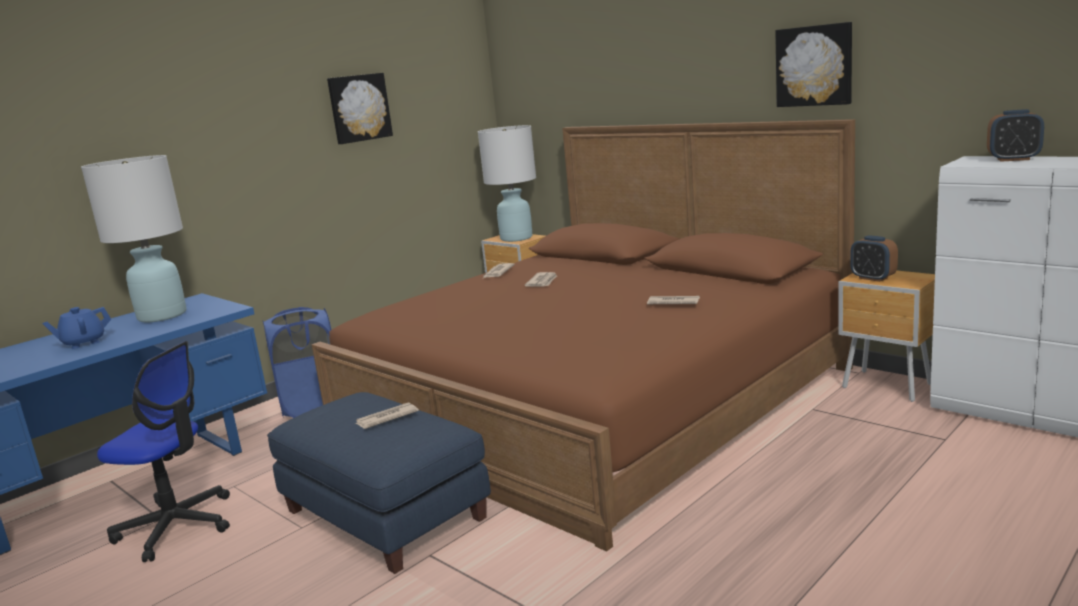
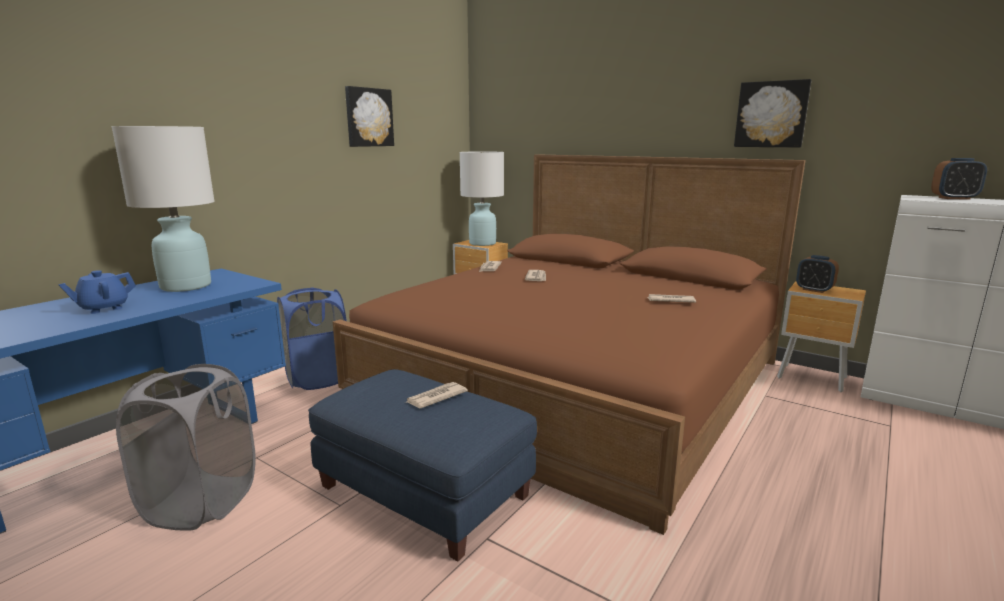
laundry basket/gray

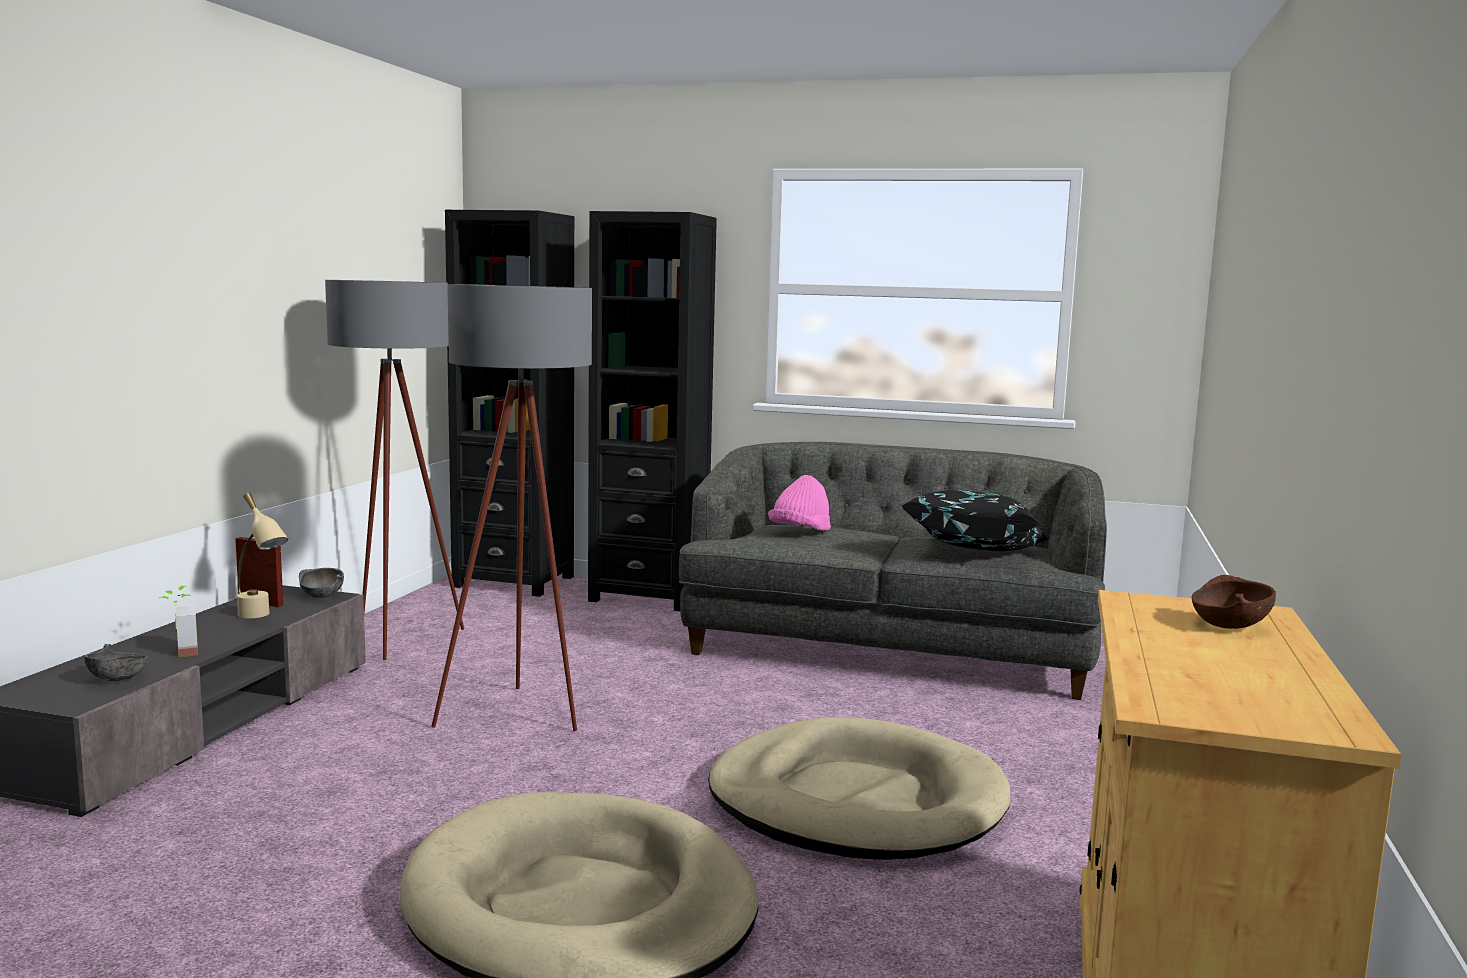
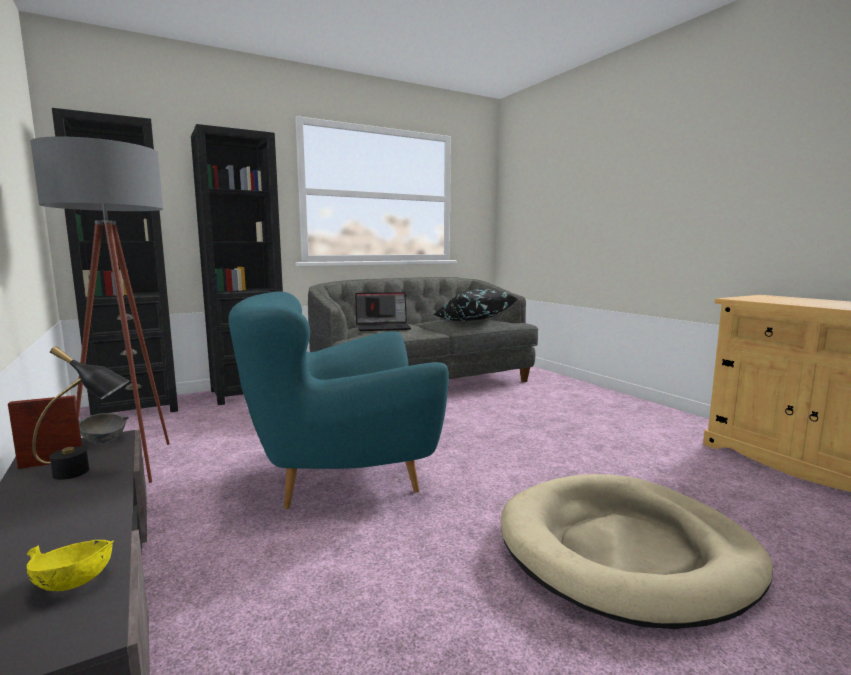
plant in a pot
dog cushion/beige (no. 2 from left in the first image)
deep dish/brown
lounge chair/turquoise-coloured
laptop
deep dish/yellowish
table lamp/black-coloured

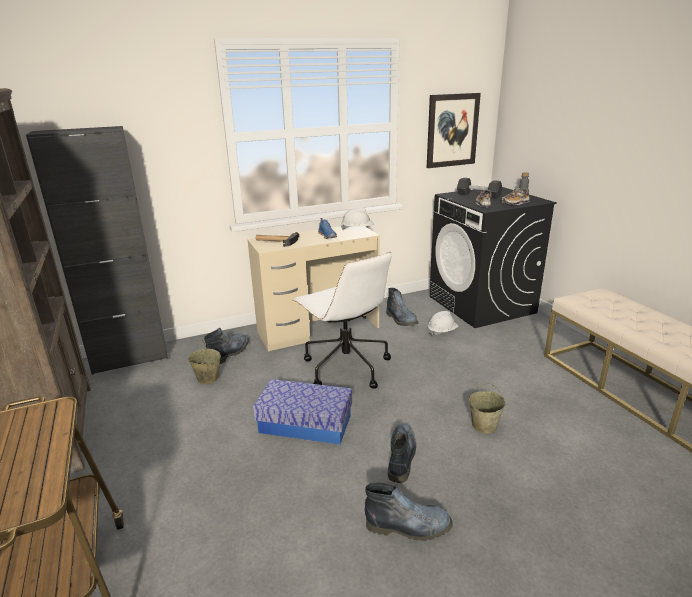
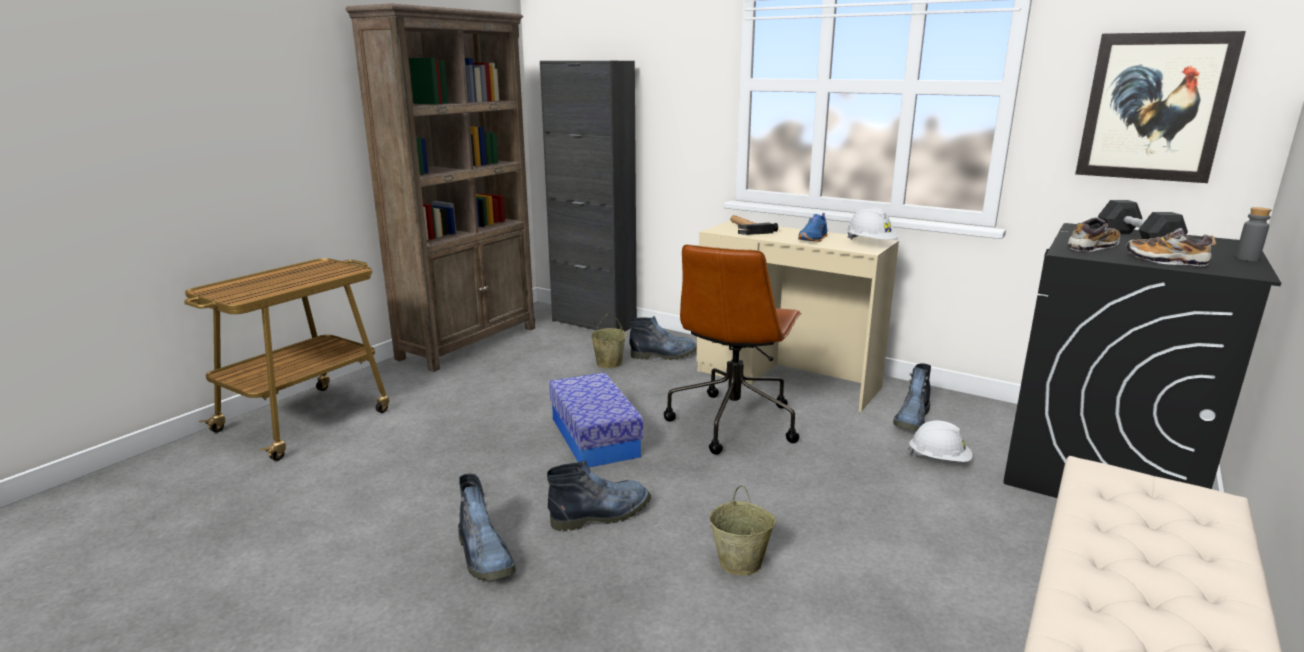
office chair/brown

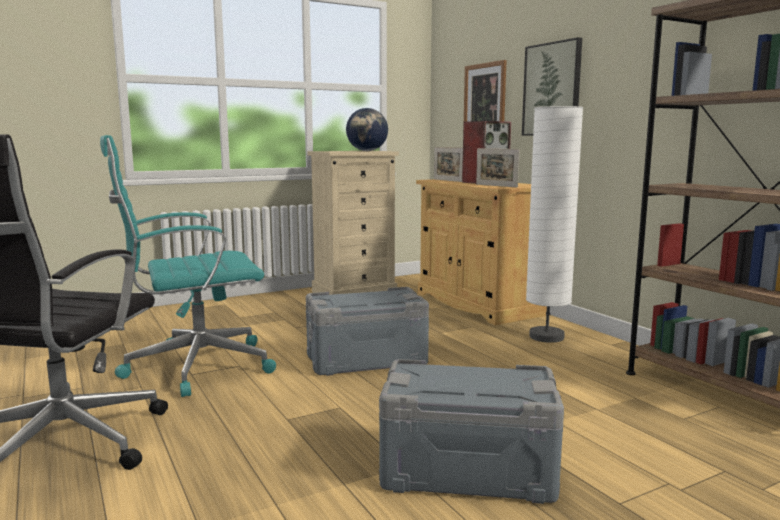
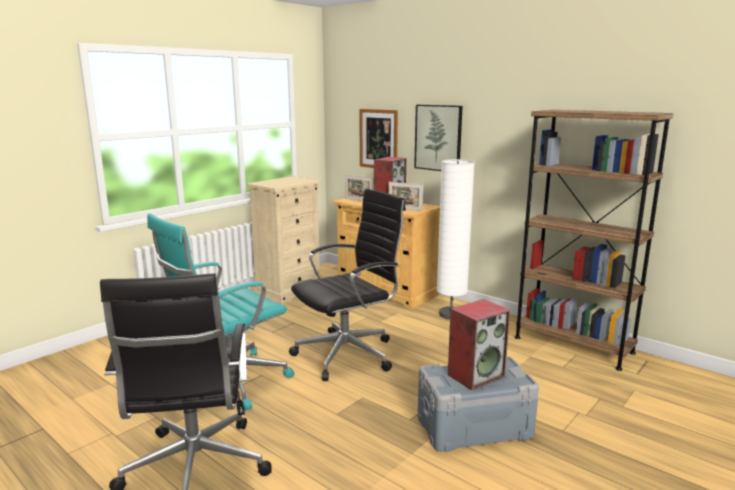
globe
audio speaker (no. 2 from left)
office chair/black-coloured (no. 2 from left)

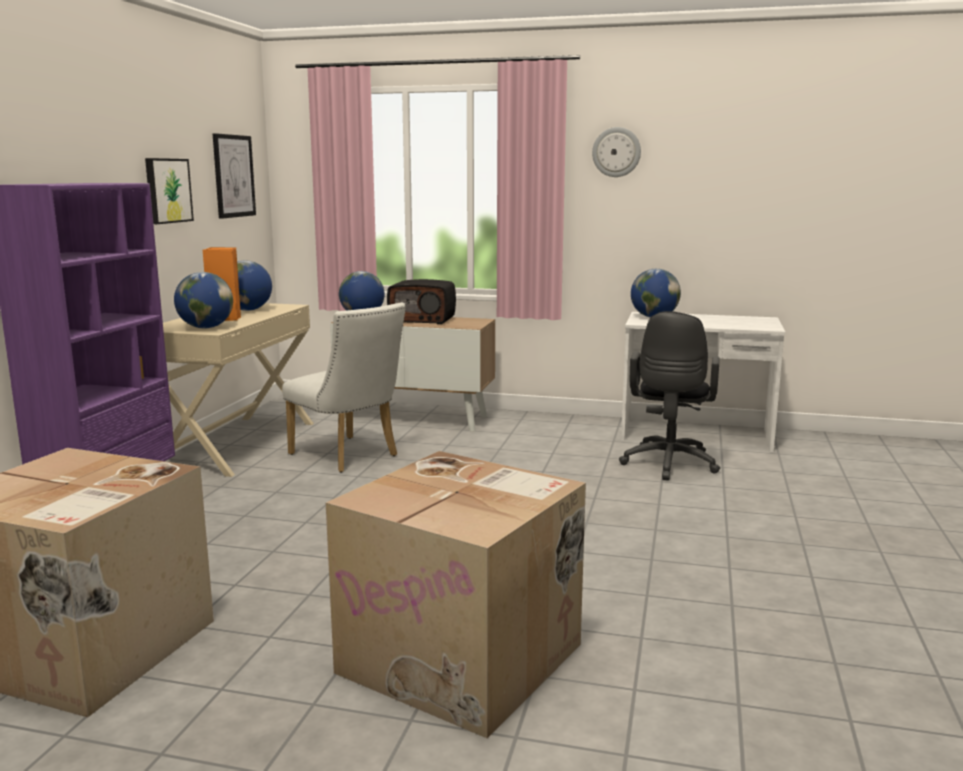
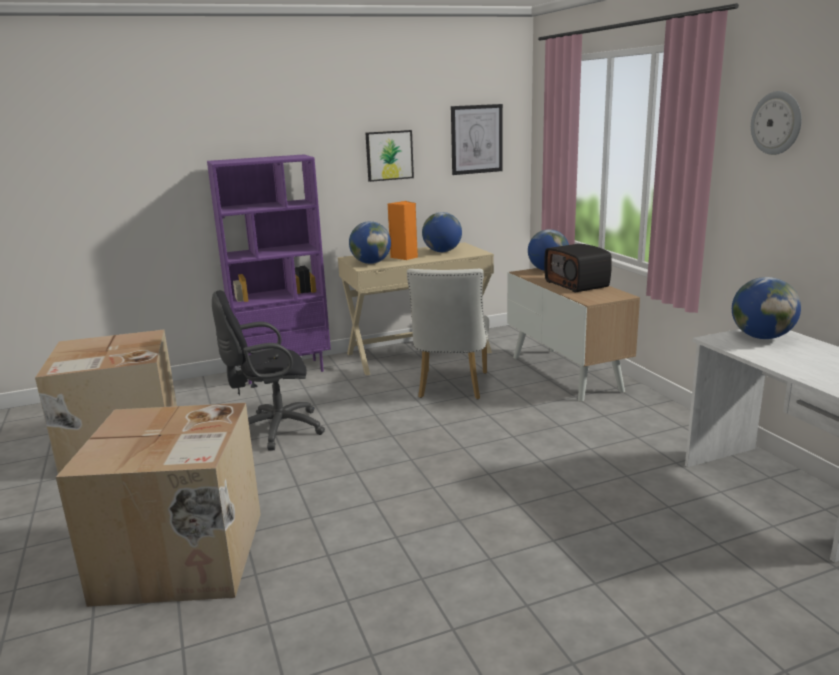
office chair/black-coloured

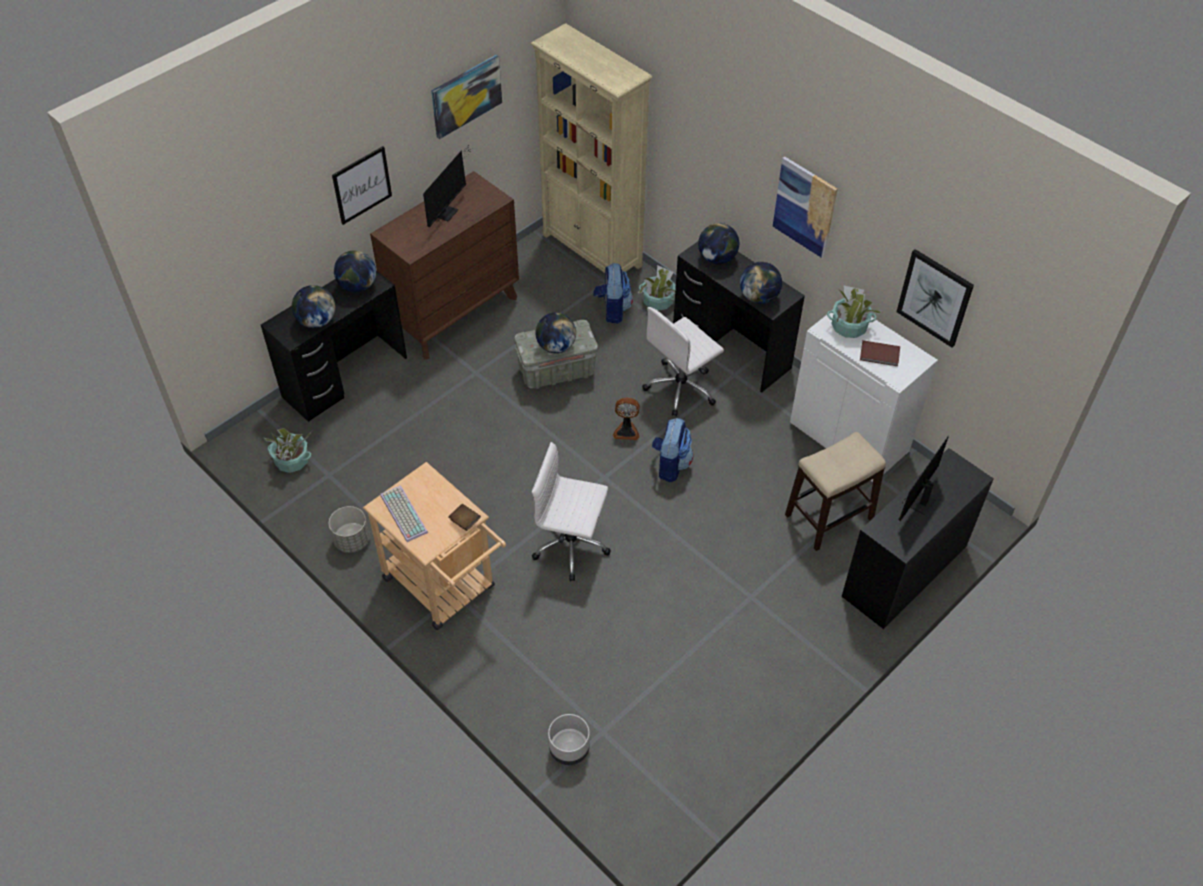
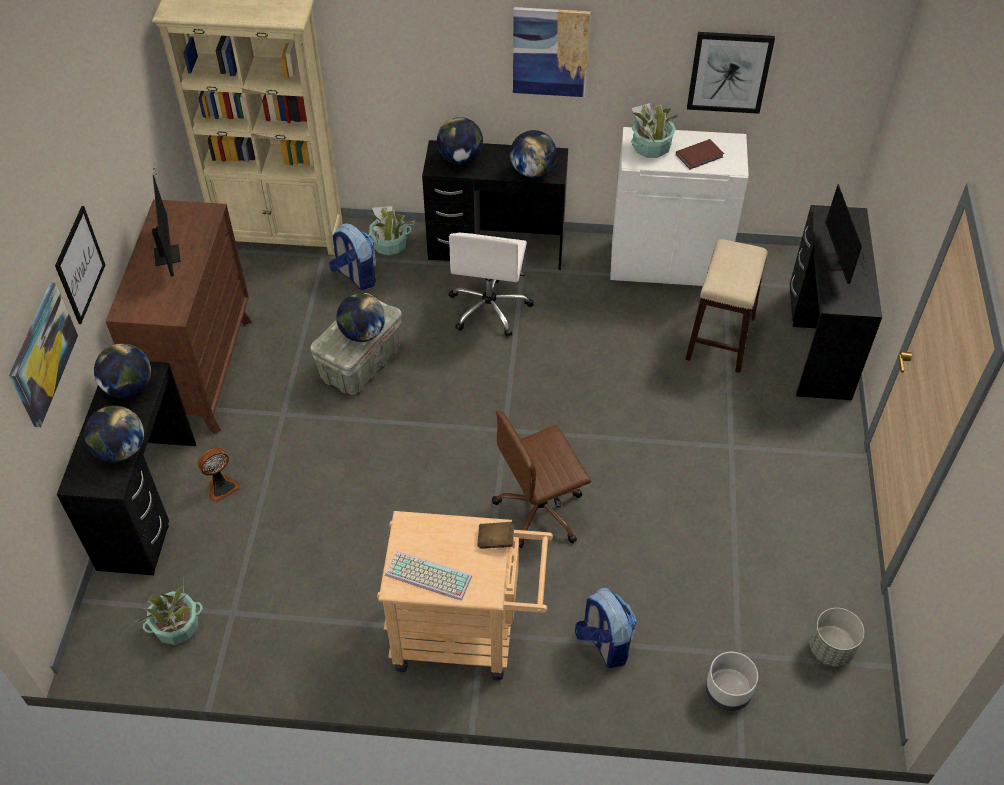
planter/gray (no. 2 from left)
wall art (no. 1 from left)
electric fan
rucksack (no. 2 from left)
office chair/brown

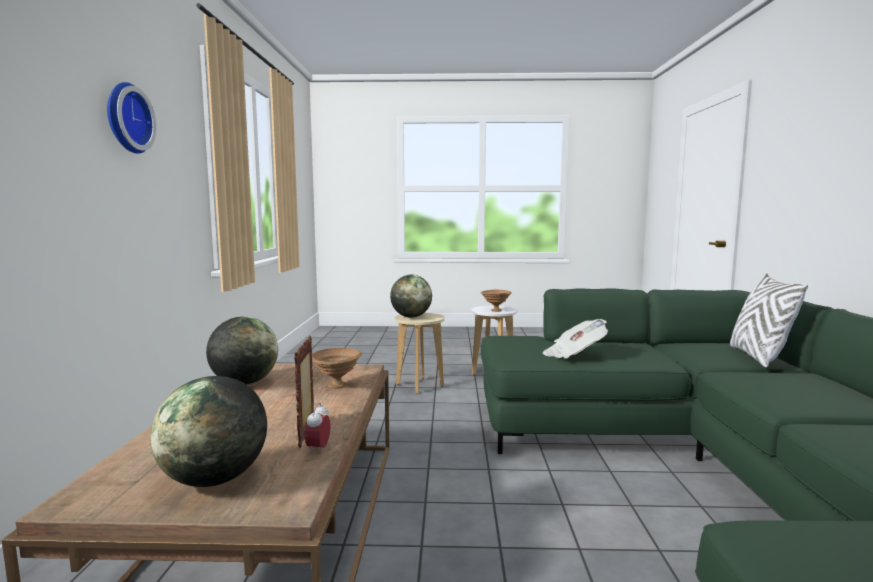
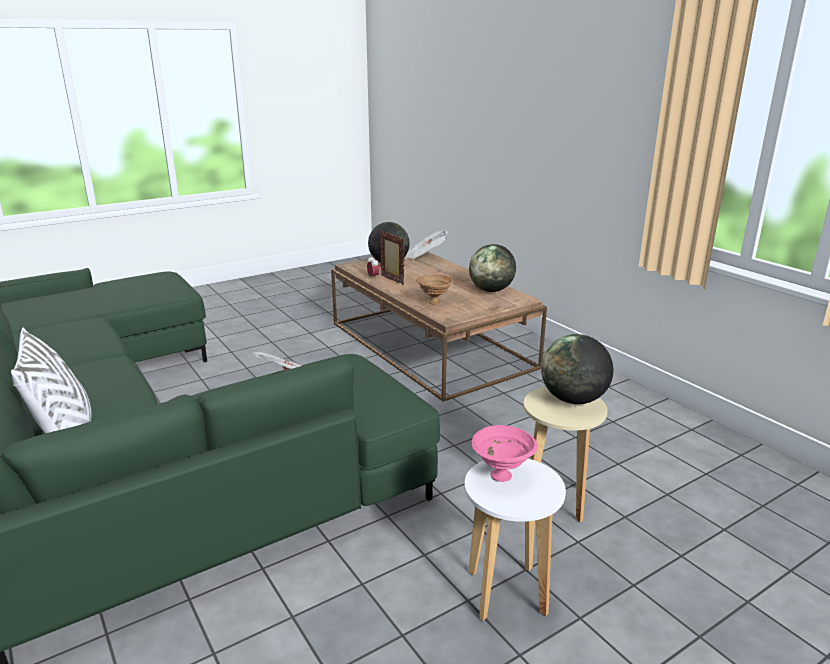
hanging clock
daily paper (no. 2 from left)
deep dish/pinkish

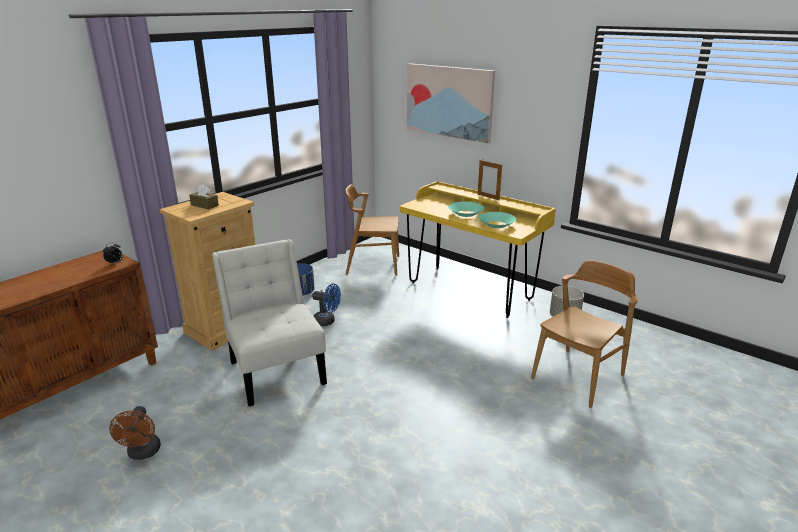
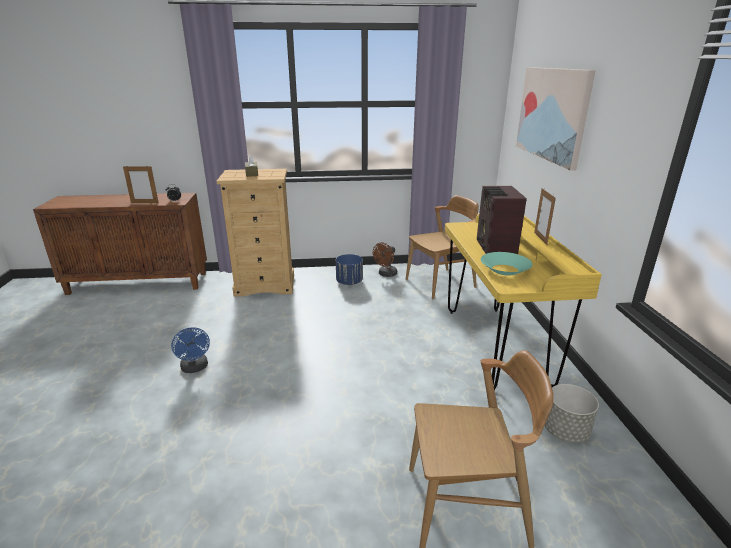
chair/white-coloured
photo frame (no. 1 from left)
electric fan/brown
electric fan/bluish
radio
chair/brown (no. 1 from left)

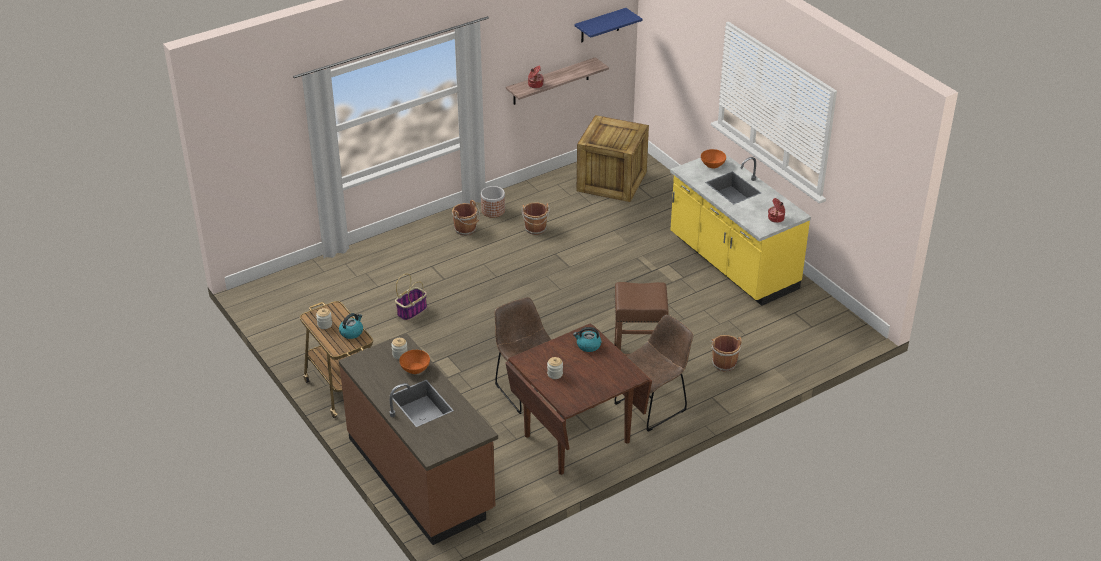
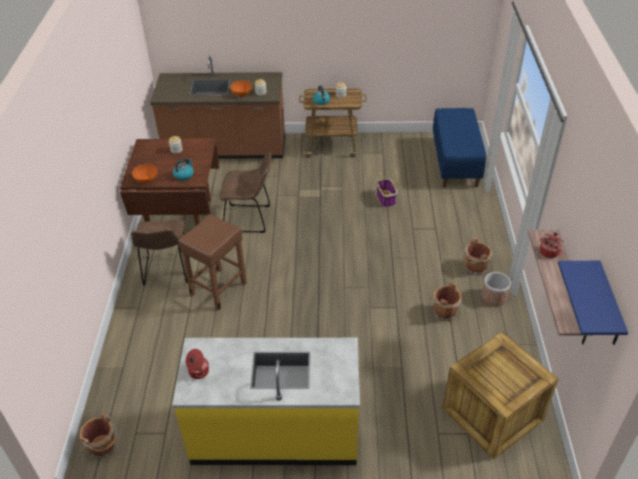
long seat/bluish
deep dish/orangey (no. 1 from left)
bucket/brown (no. 1 from left)

